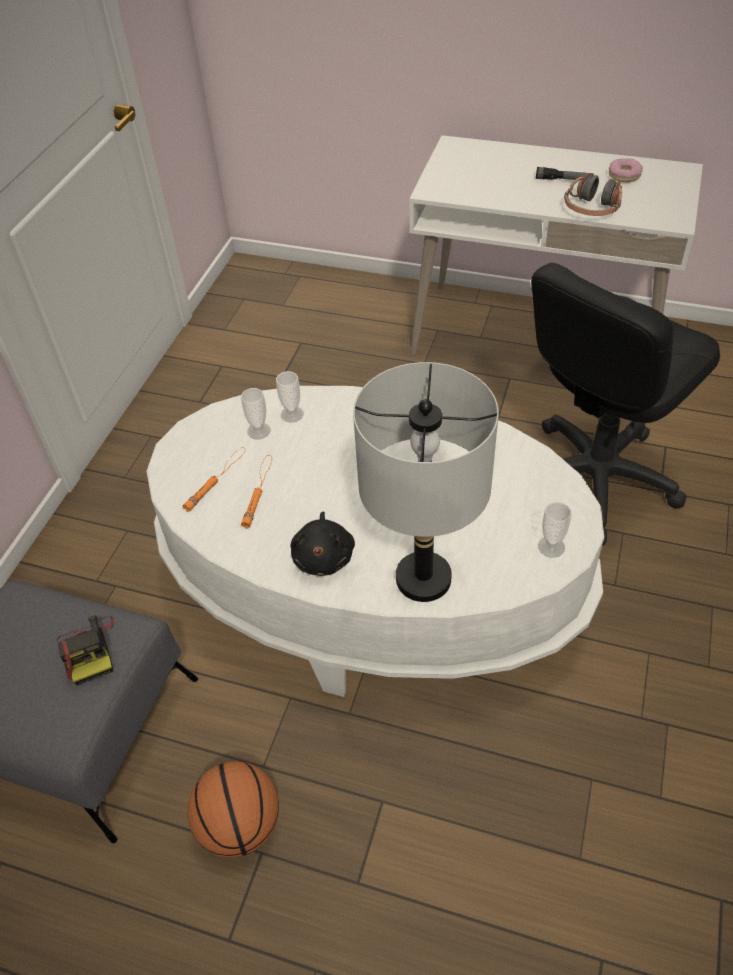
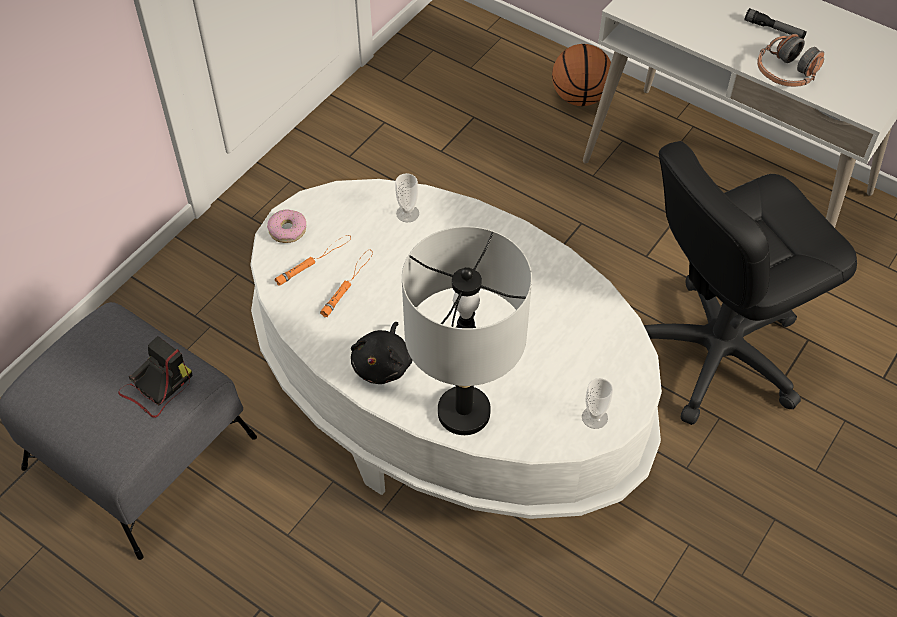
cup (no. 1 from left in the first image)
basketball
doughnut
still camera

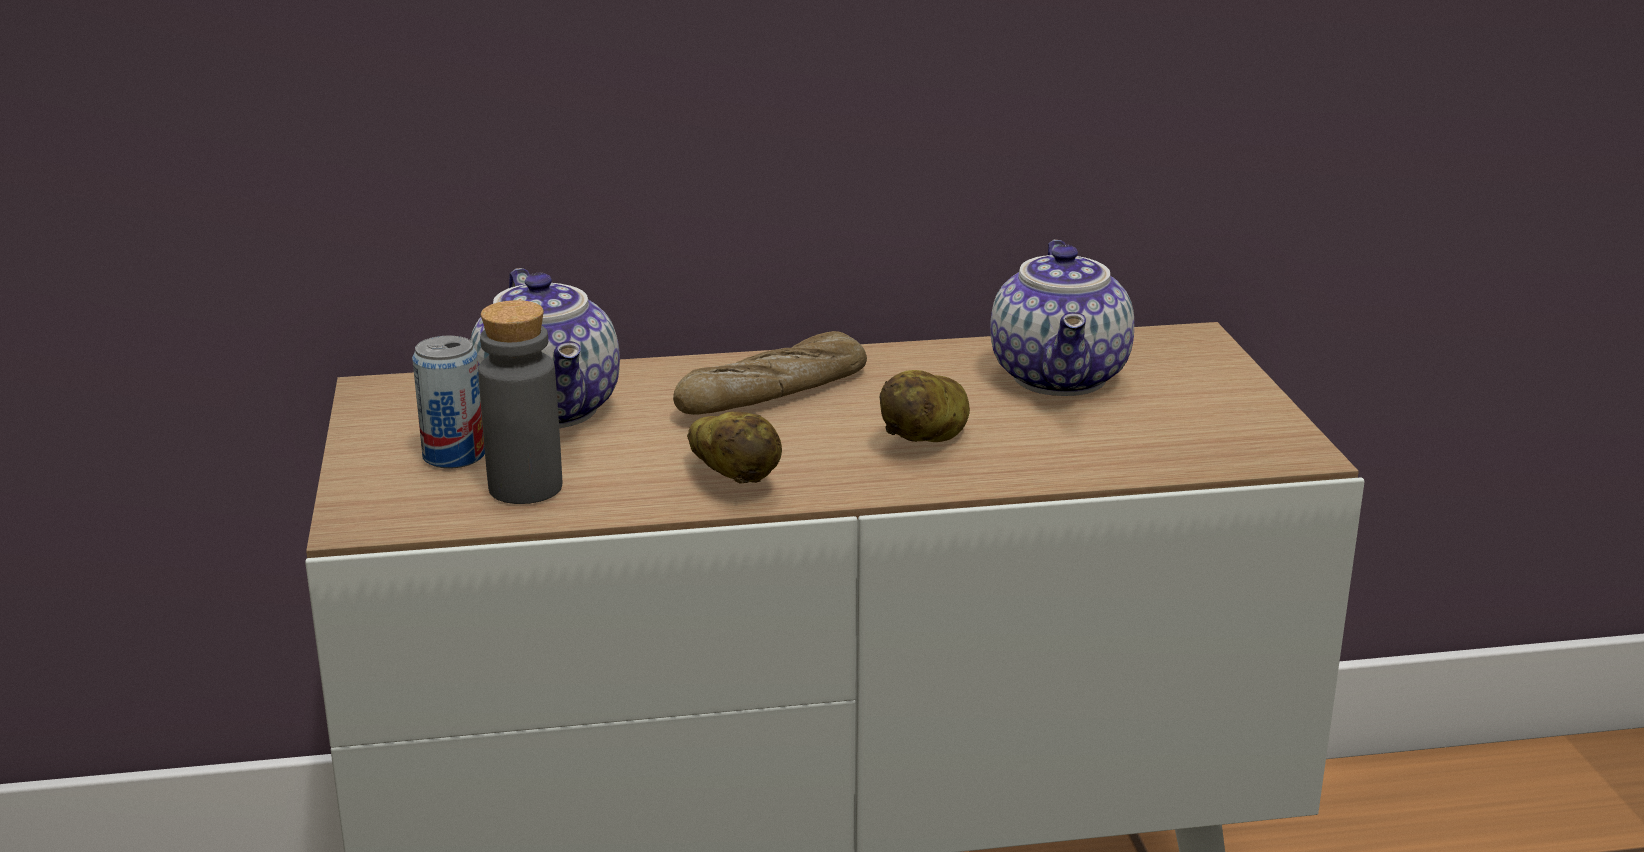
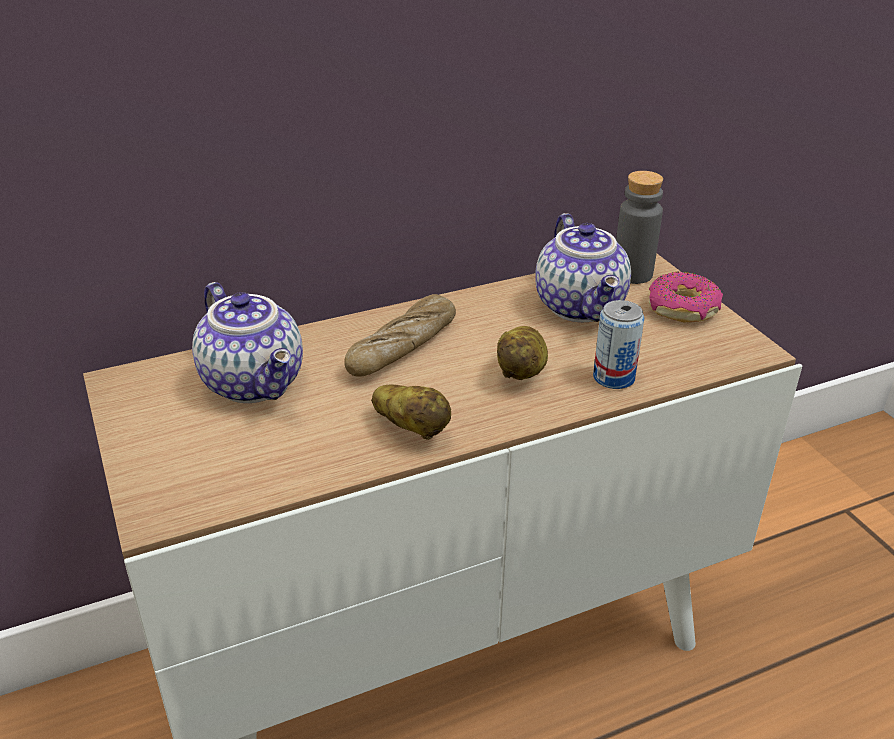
doughnut
sealed can
bottle/gray

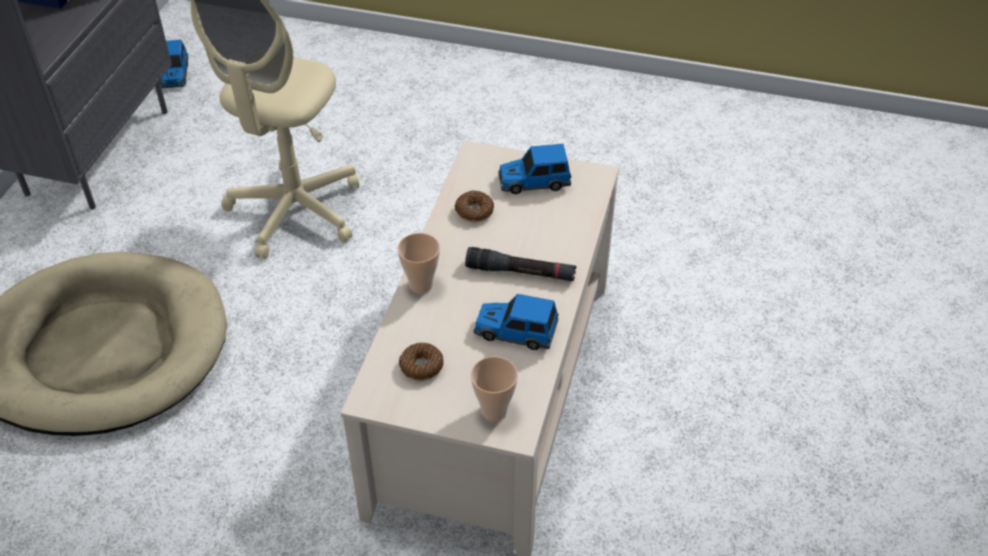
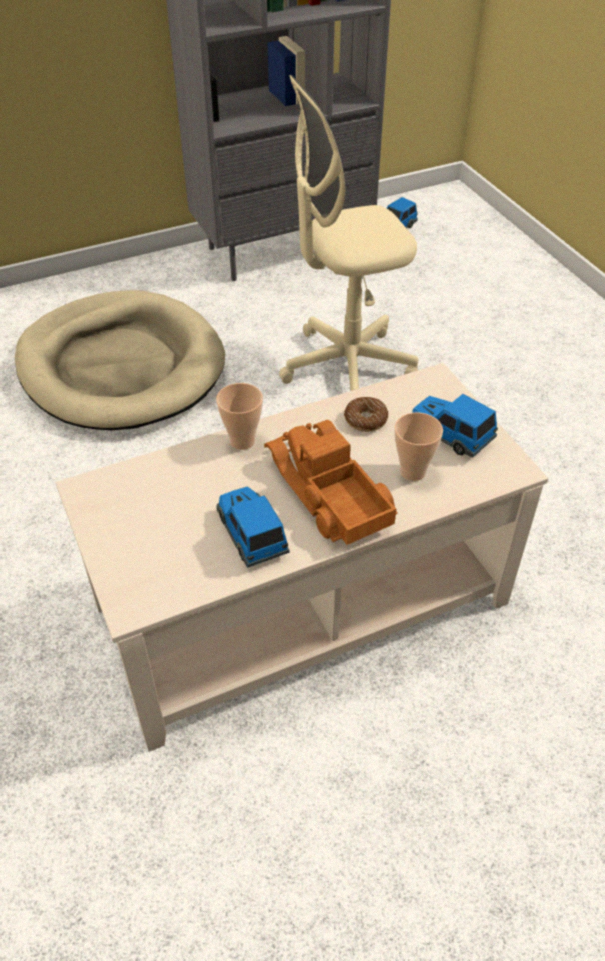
doughnut (no. 1 from left in the first image)
cup (no. 2 from left)
model truck

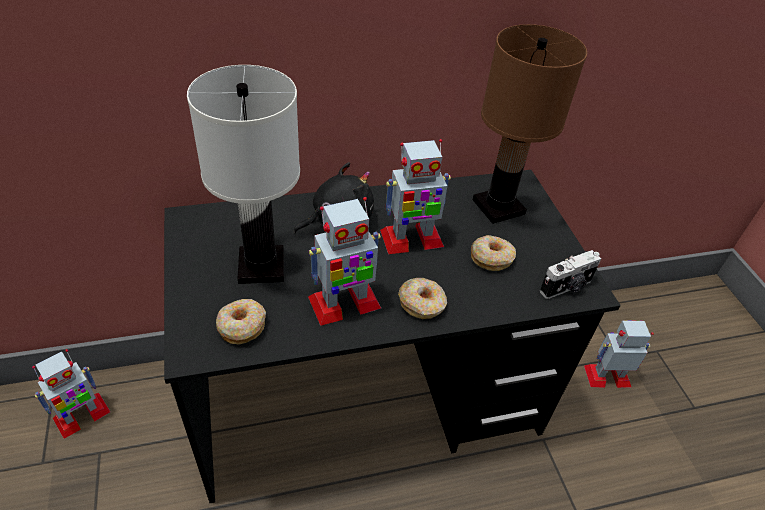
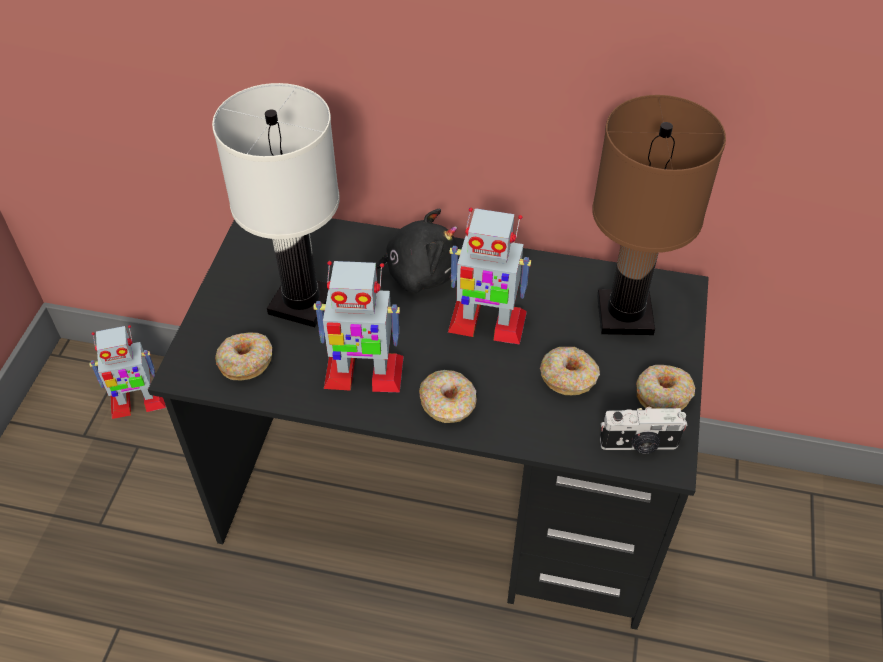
robot figure (no. 4 from left in the first image)
doughnut (no. 4 from left)

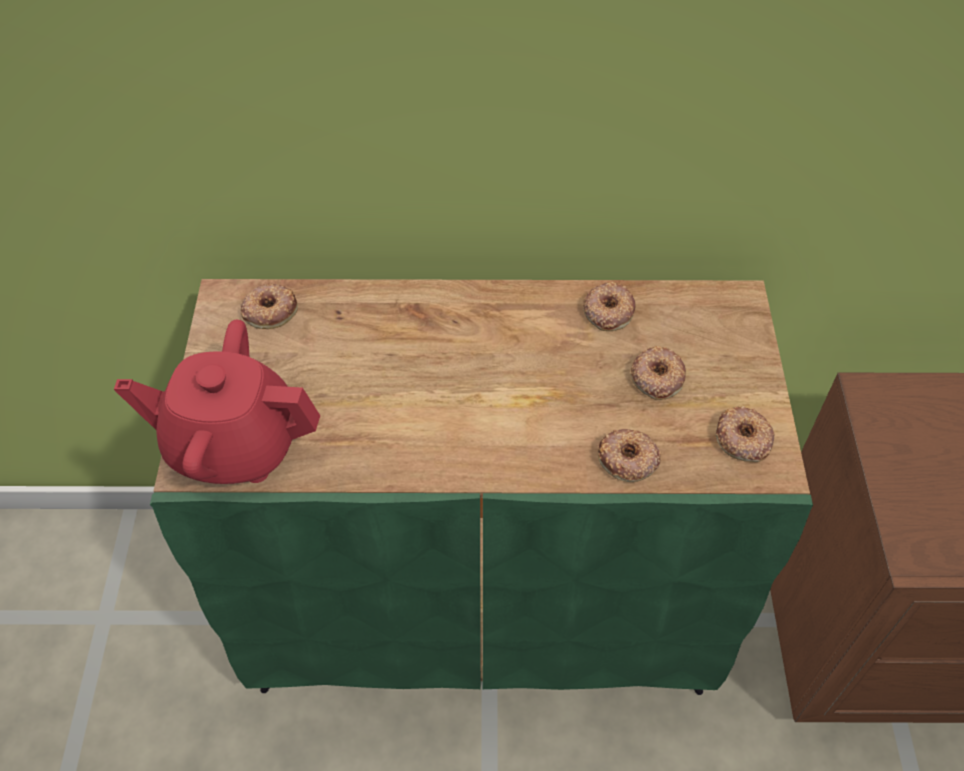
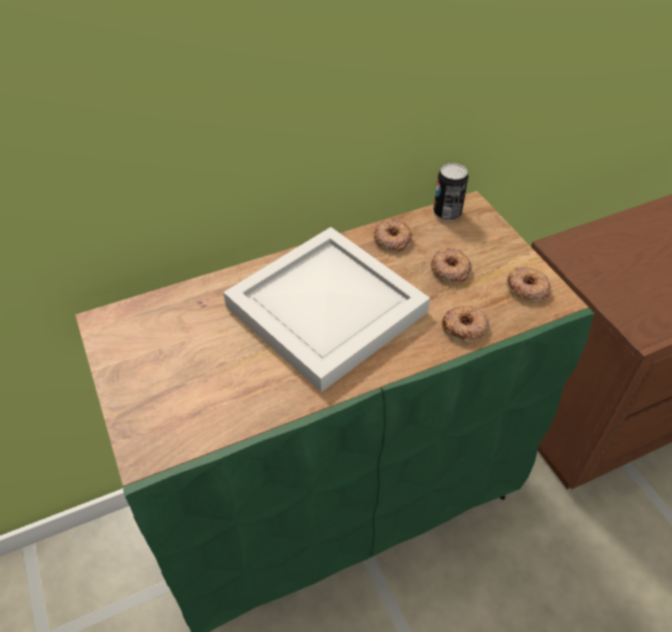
pot for tea/reddish
doughnut (no. 1 from left in the first image)
serving tray/white-coloured
sealed can

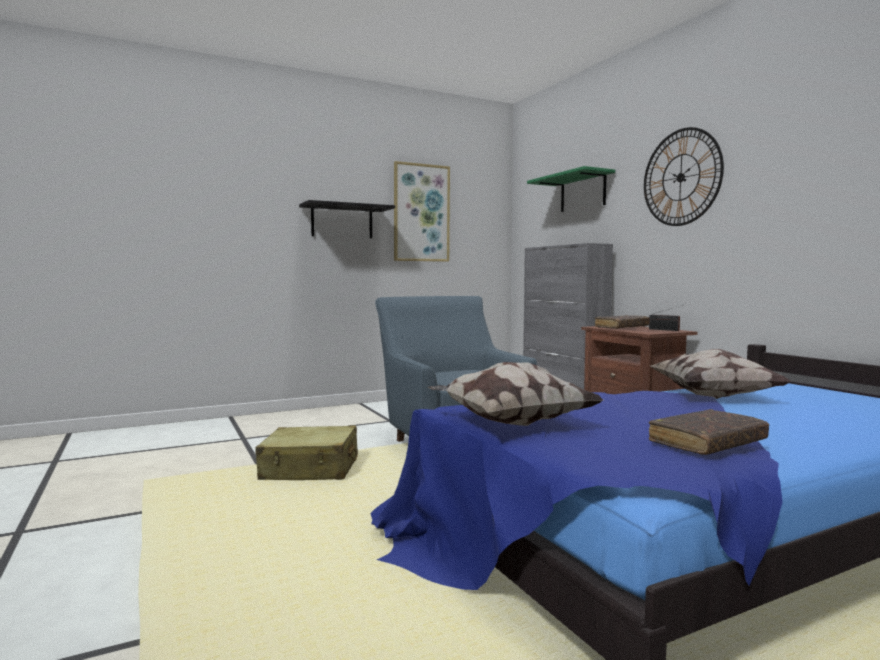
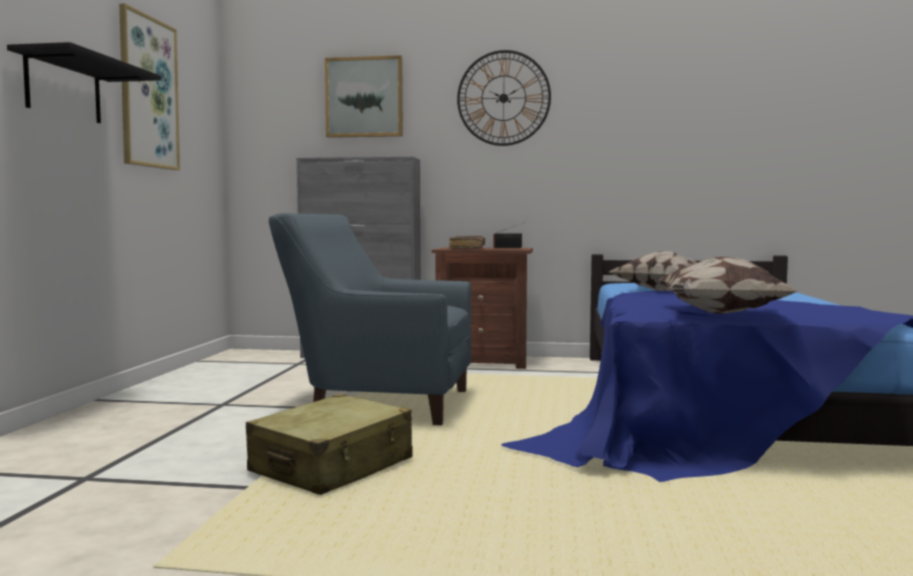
book/brown (no. 2 from left in the first image)
wall art (no. 2 from left)

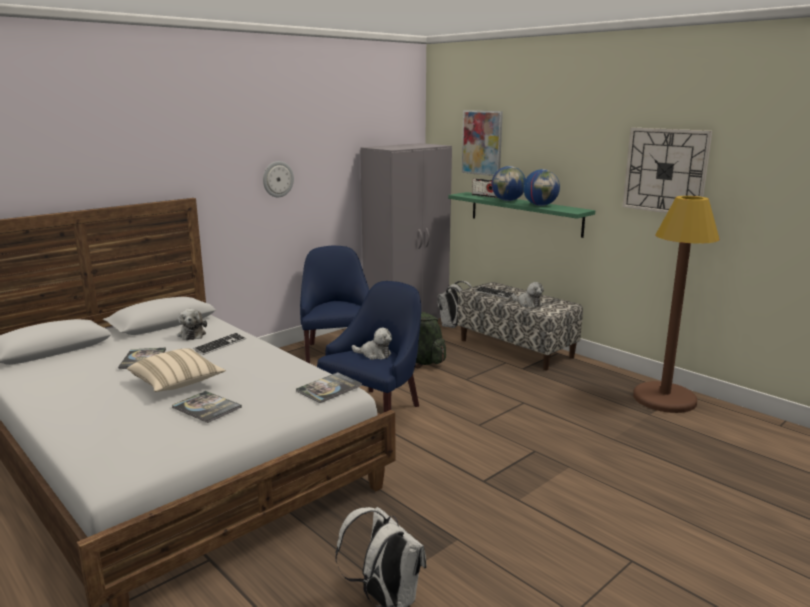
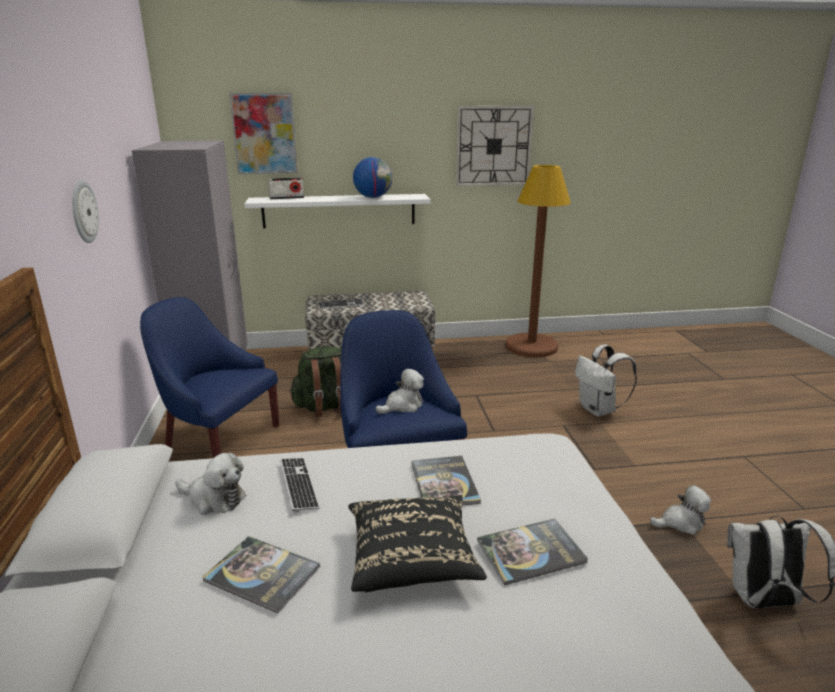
globe (no. 1 from left in the first image)
book (no. 2 from left)
rucksack/white-coloured (no. 1 from left)
cuddly toy (no. 3 from left)
cushion/black-coloured
bracket shelf/white-coloured

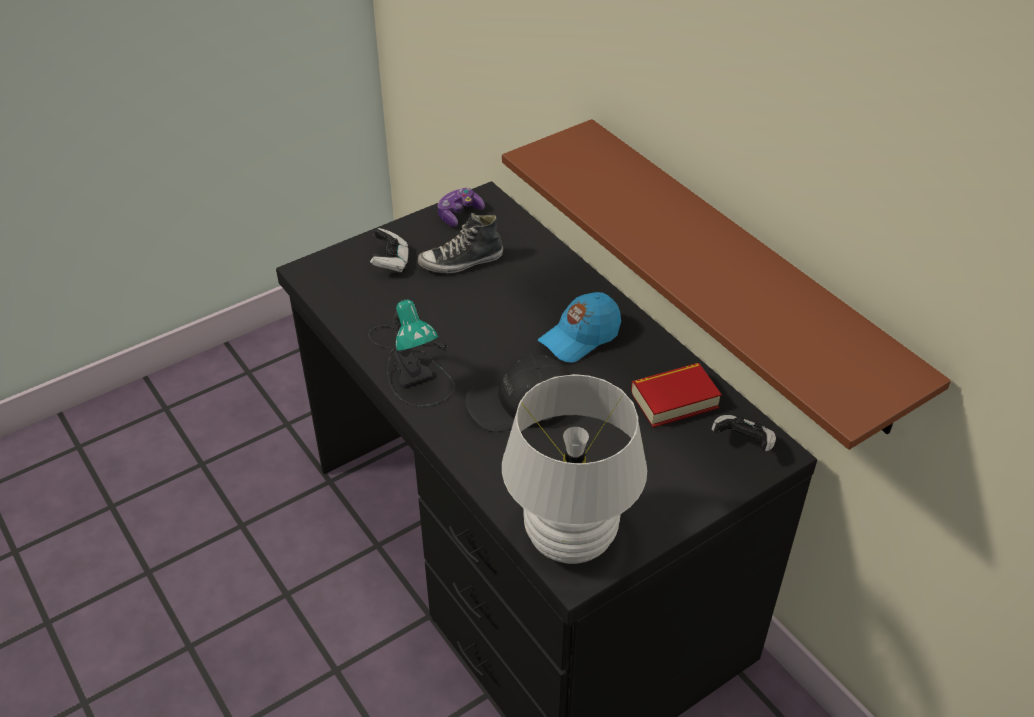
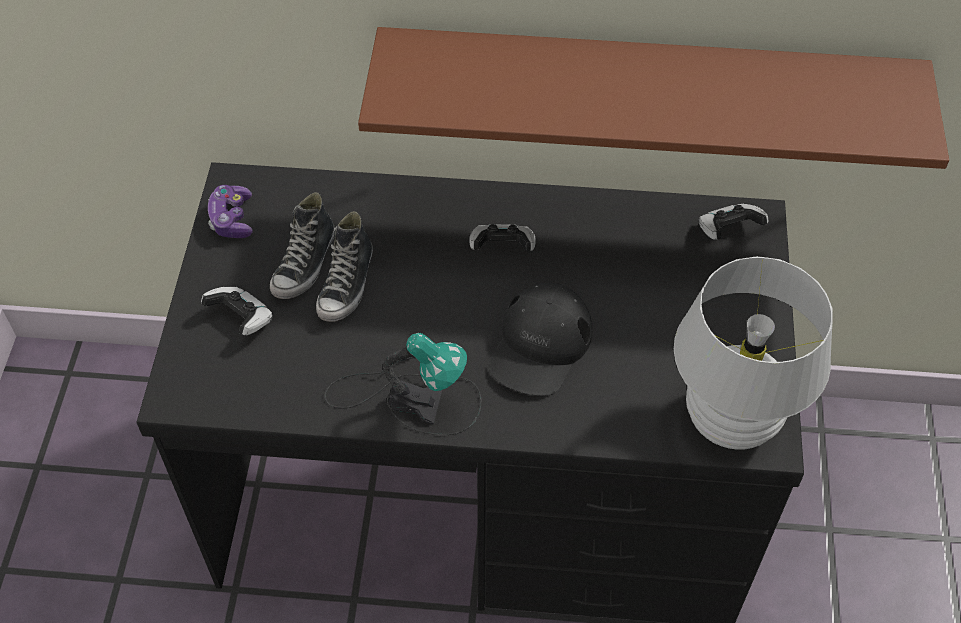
book
shoe (no. 2 from left)
gamepad (no. 3 from left)

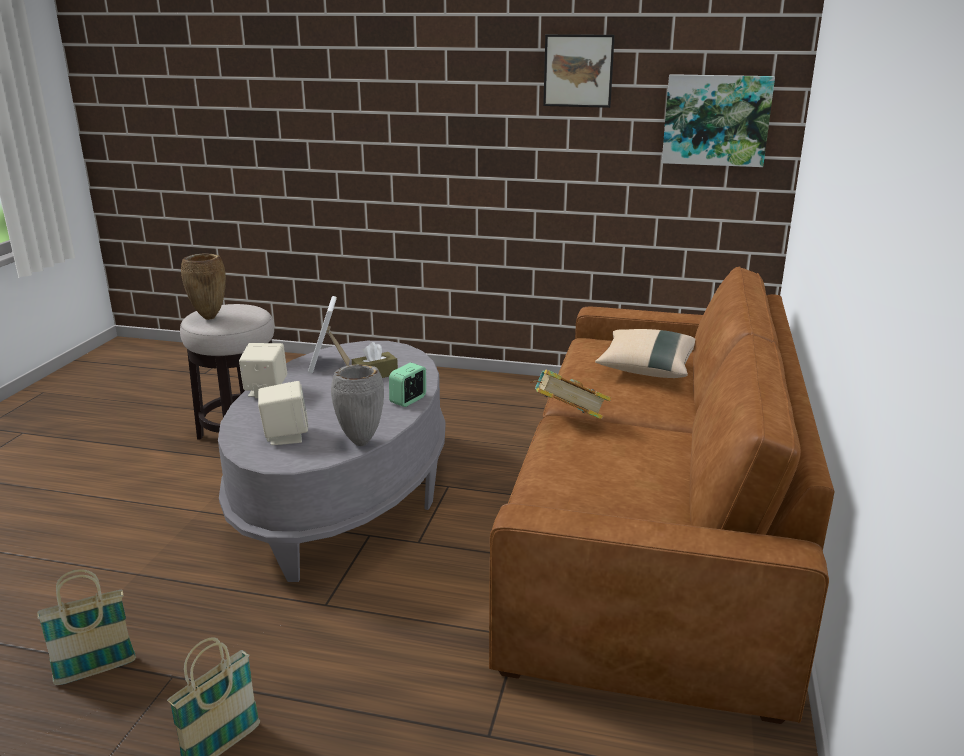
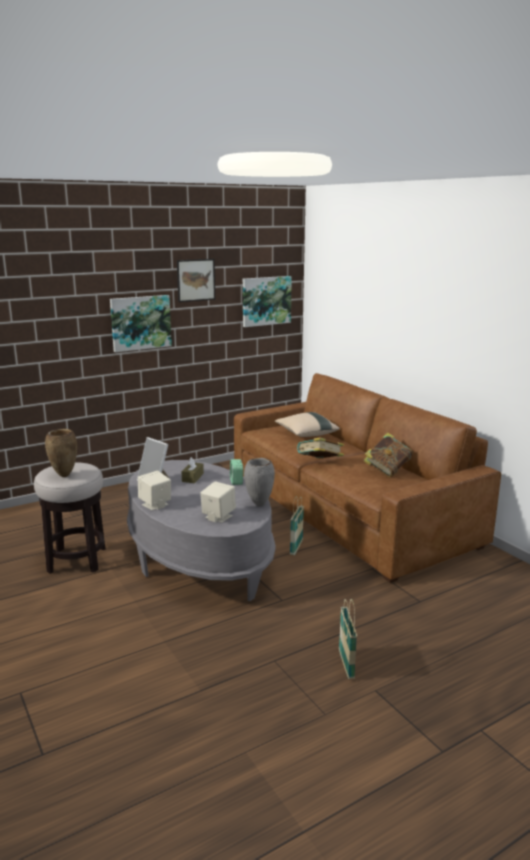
wall art (no. 1 from left)
book (no. 2 from left)
storage basket (no. 1 from left)

